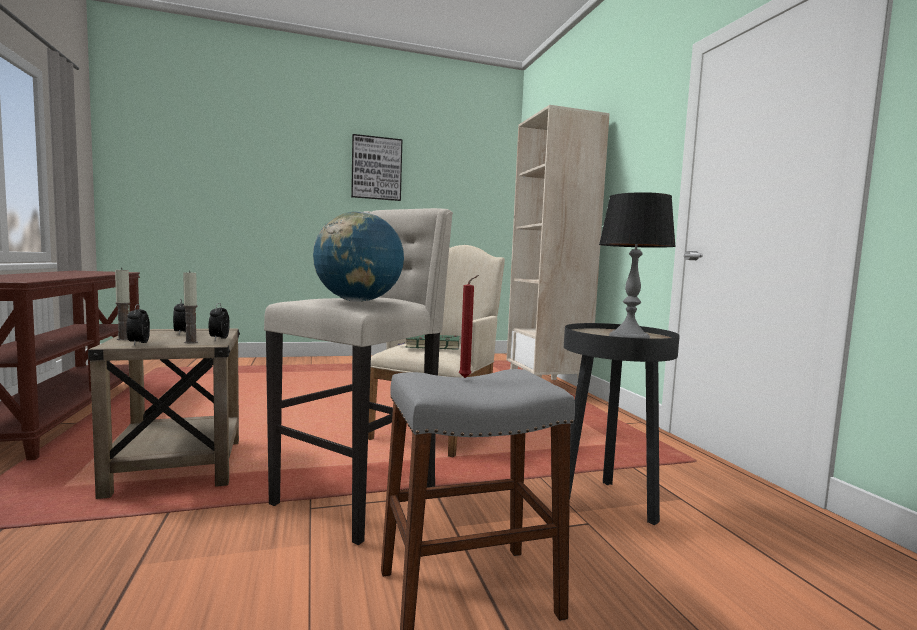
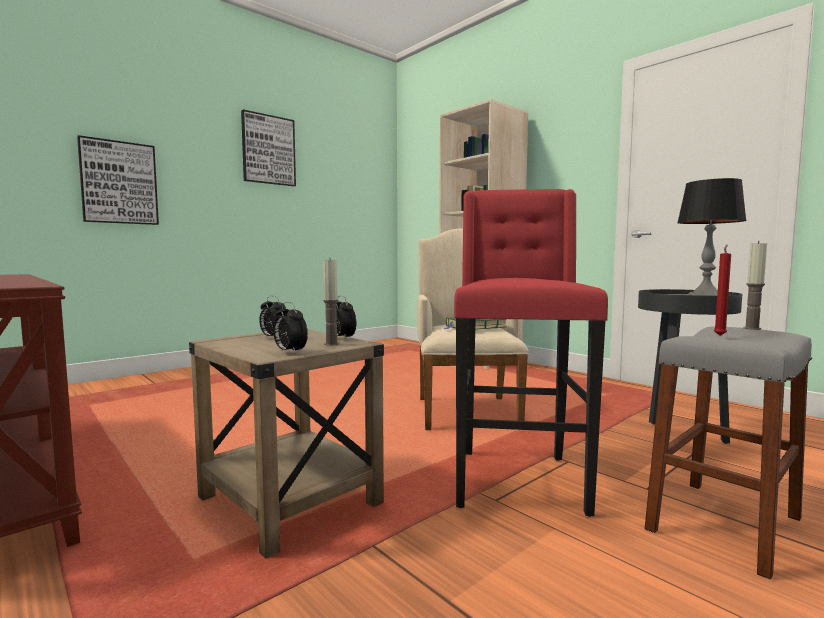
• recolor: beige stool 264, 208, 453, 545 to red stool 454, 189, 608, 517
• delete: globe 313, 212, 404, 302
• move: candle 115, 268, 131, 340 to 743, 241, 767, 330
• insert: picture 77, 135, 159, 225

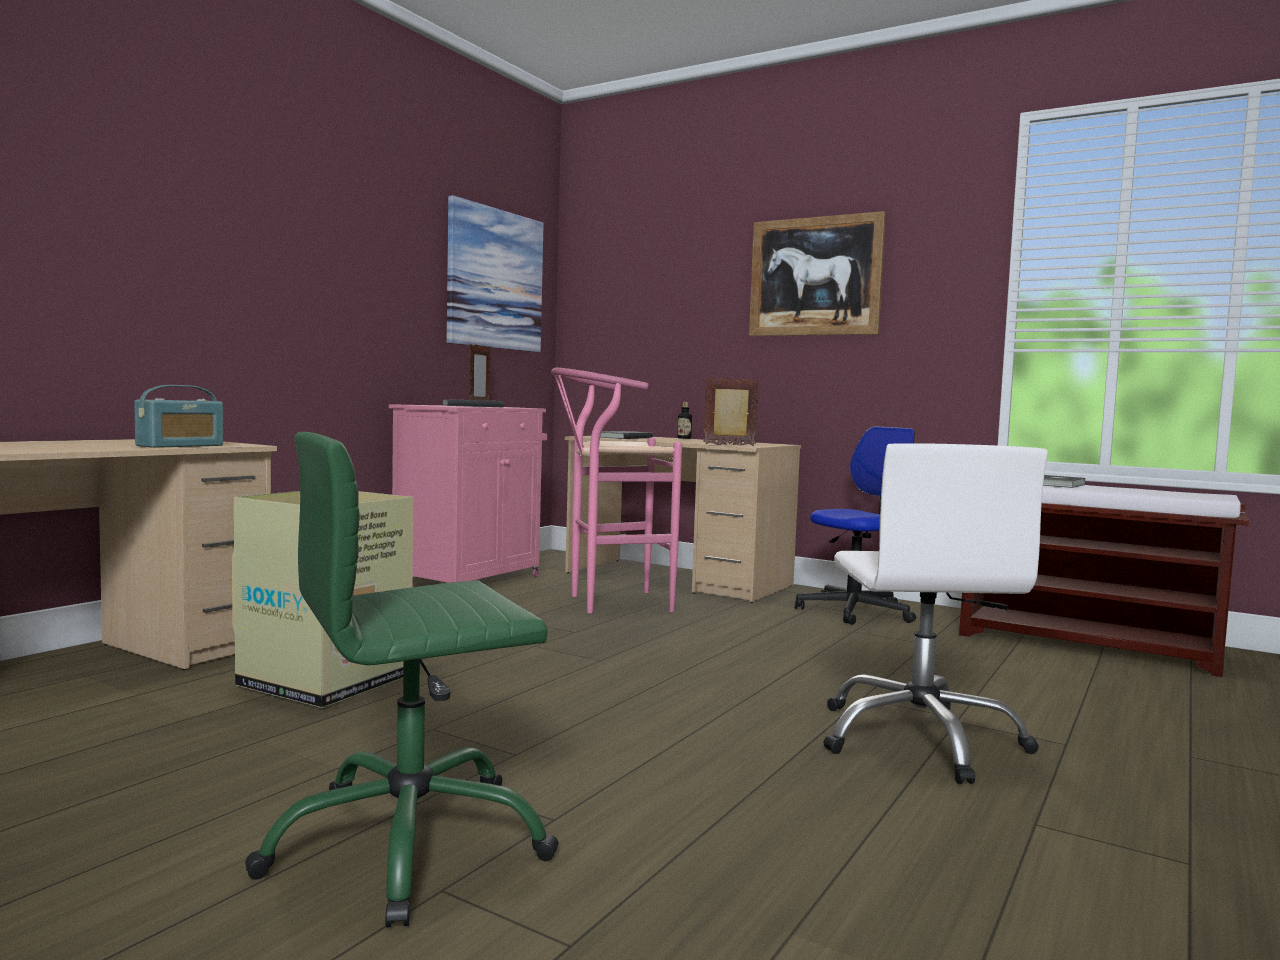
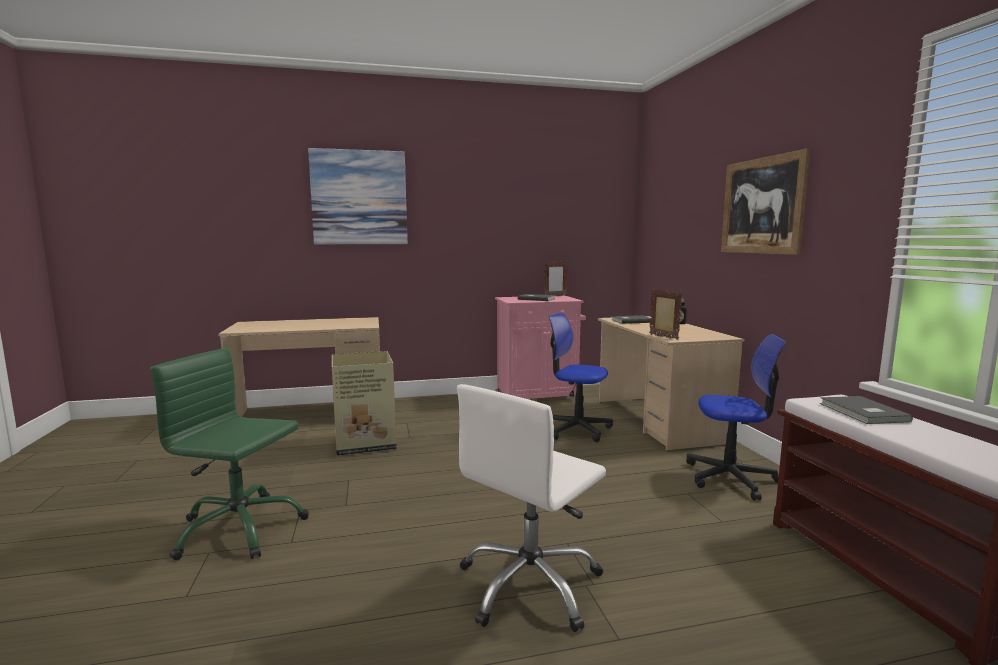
• move: picture 446, 195, 544, 352 to 308, 148, 407, 244
• replace: pink stool 551, 368, 682, 613 to office chair 549, 312, 613, 442
• delete: radio 134, 385, 223, 448

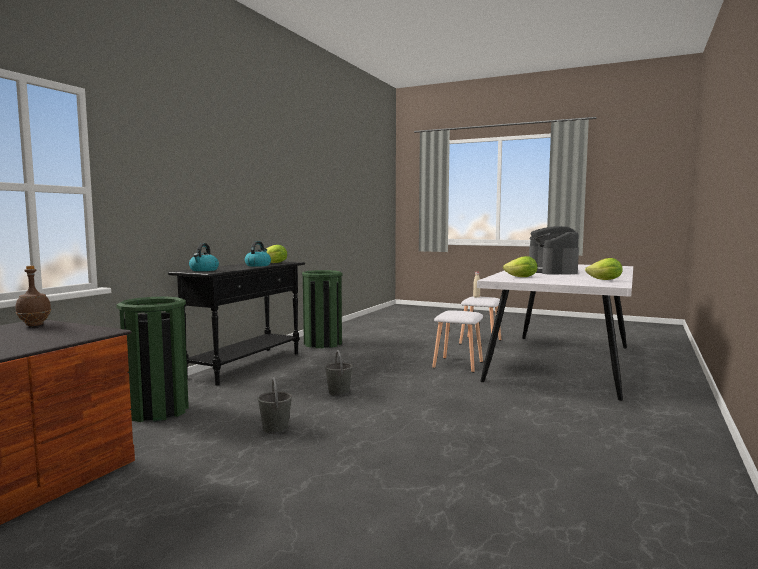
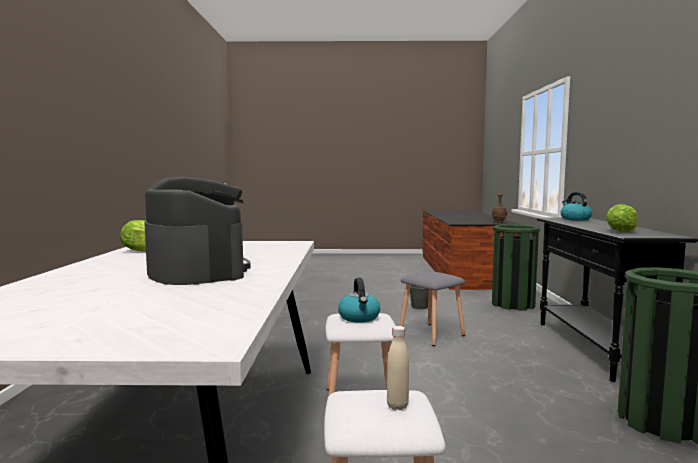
• move: kettle 245, 241, 271, 267 to 338, 278, 380, 323
• delete: lettuce 503, 256, 538, 277
• replace: grey bucket 325, 350, 353, 396 to grey stool 399, 271, 465, 346

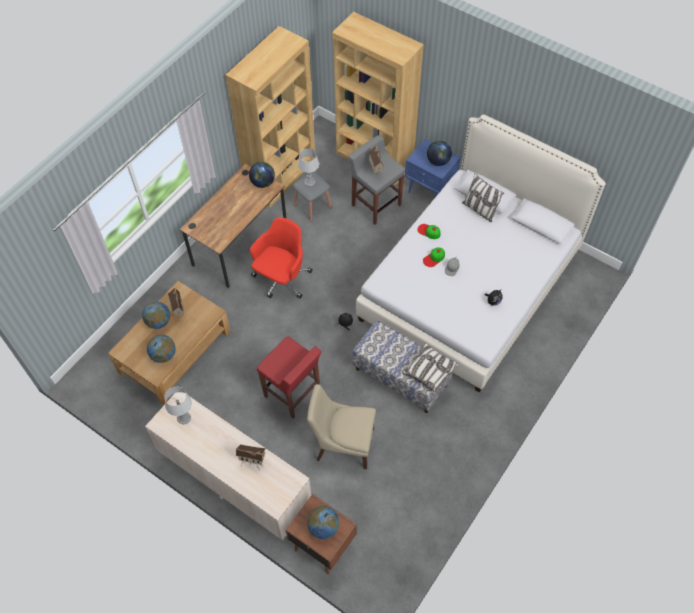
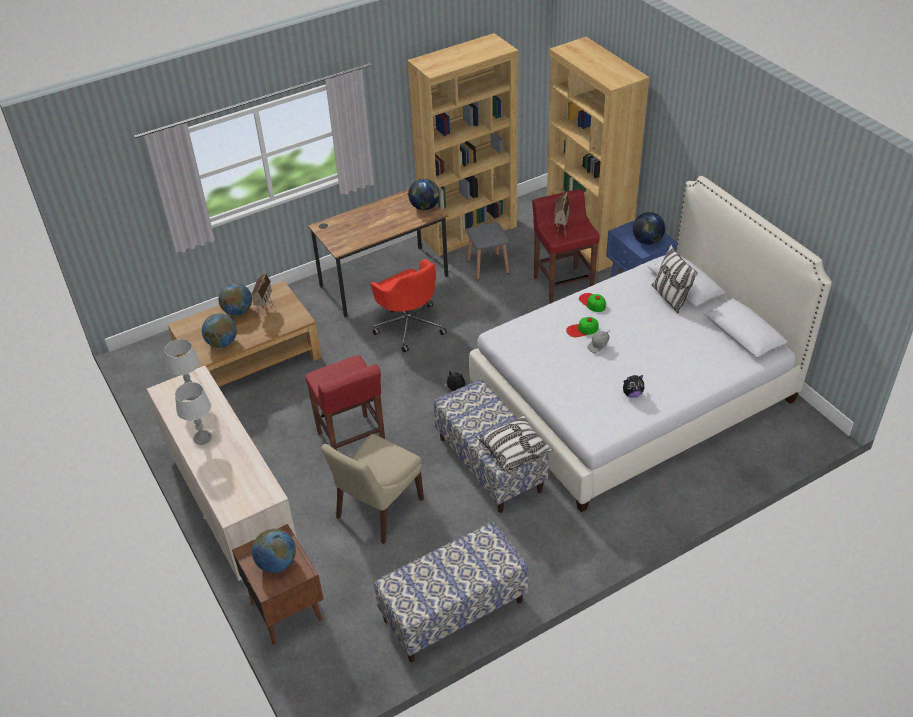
• recolor: grey stool 348, 135, 405, 225 to red stool 532, 189, 599, 303
• move: grey table lamp 298, 148, 319, 187 to 175, 382, 212, 445
• rotate: red office chair 250, 217, 313, 299 = 370, 259, 447, 352 90 degrees clockwise
• rotate: beige chair 307, 384, 376, 469 = 321, 434, 424, 544 90 degrees counterclockwise
• delete: toy house 236, 444, 266, 469
• insert: bench 374, 522, 528, 662

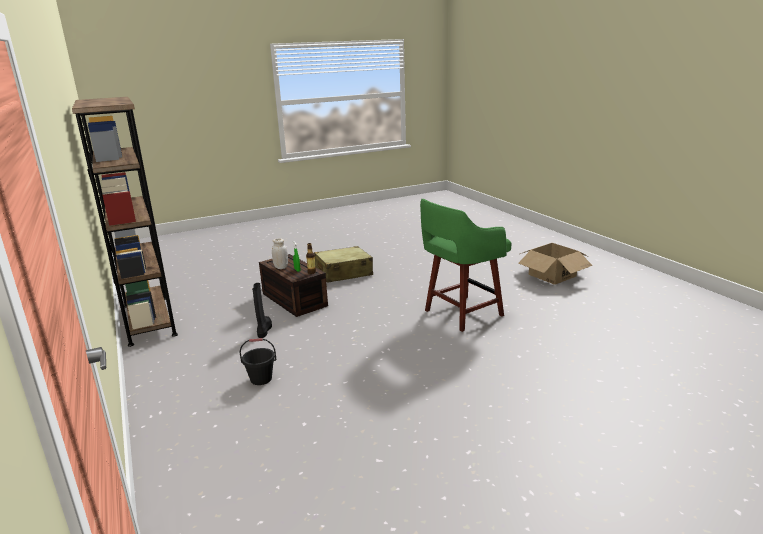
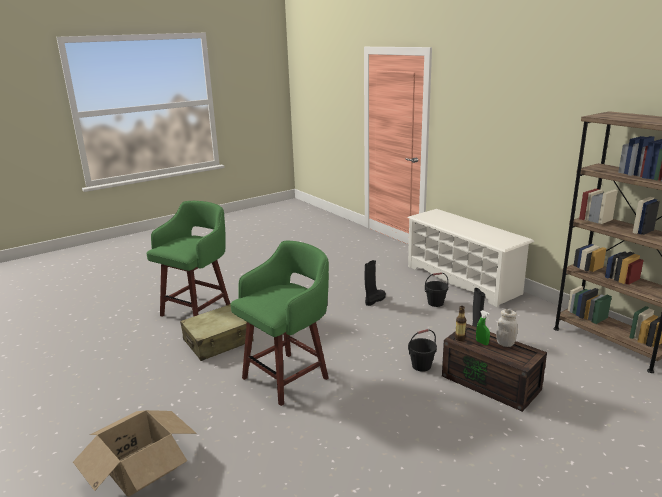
• move: beige suitcase 314, 246, 373, 283 to 180, 304, 254, 361
• insert: green stool 146, 201, 230, 317
• insert: white shoe rack 407, 209, 534, 307
• insert: black boot 365, 260, 386, 306
• insert: black bucket 408, 329, 437, 372

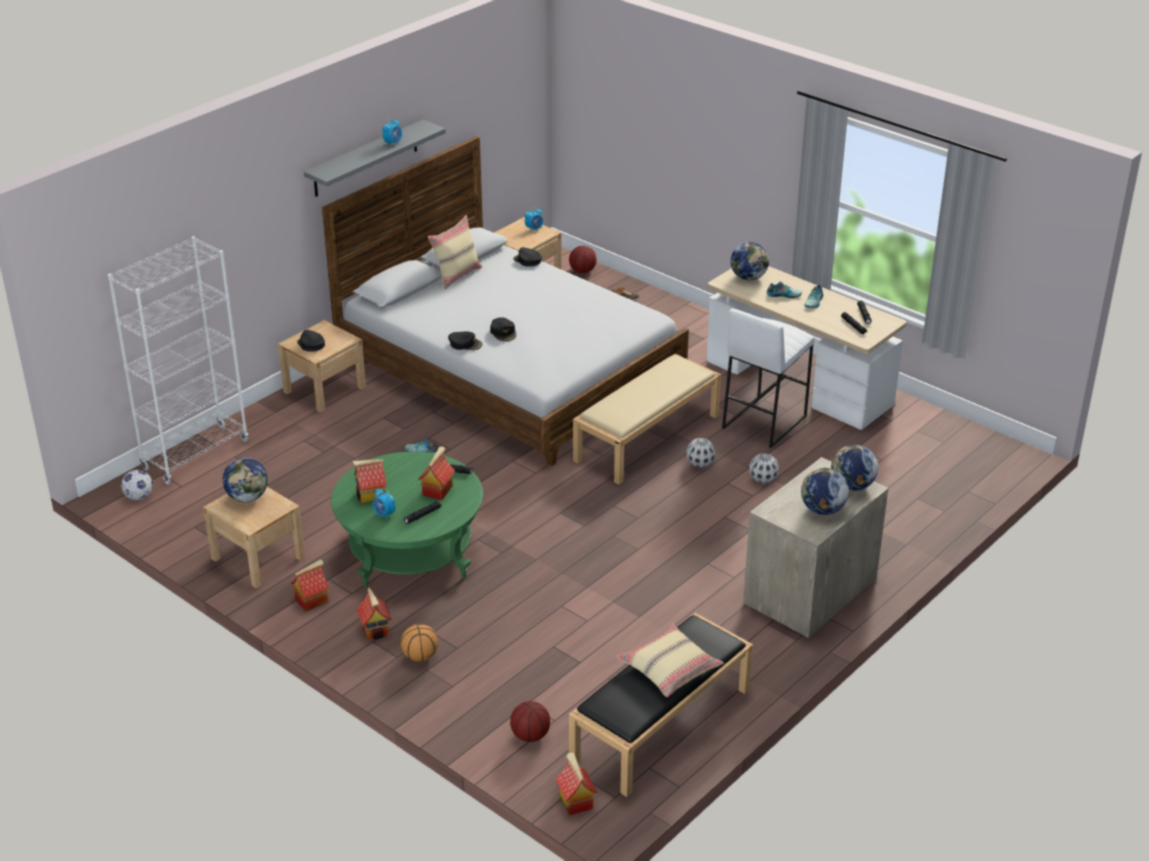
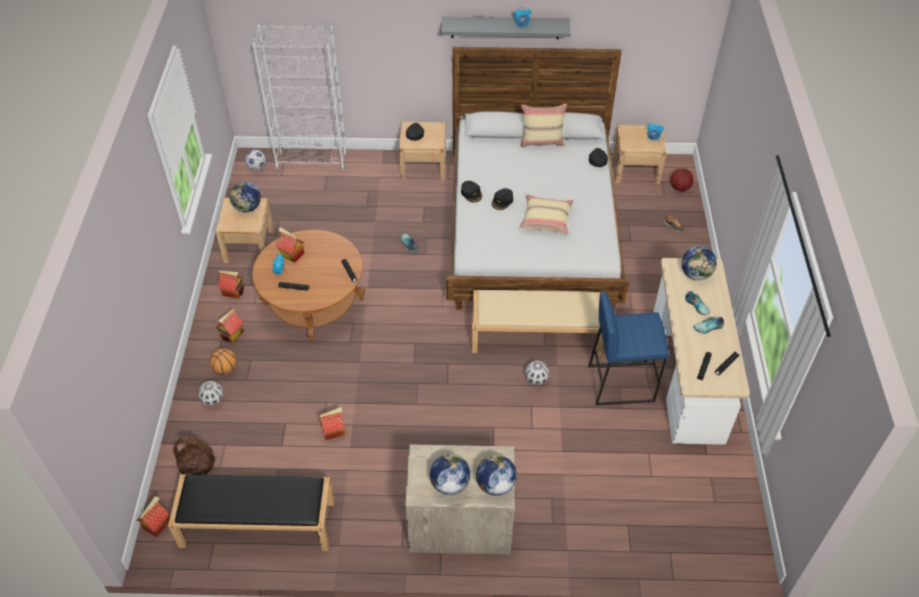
• recolor: white stool 722, 308, 815, 448 to blue stool 588, 292, 669, 405
• move: toy house 418, 446, 455, 500 to 319, 407, 345, 440
• recolor: green coffee table 331, 451, 483, 587 to brown coffee table 252, 230, 365, 342
• move: football 749, 453, 779, 483 to 198, 381, 223, 405
• move: beige pillow 616, 624, 724, 697 to 520, 195, 574, 234
• replace: basketball 510, 701, 550, 742 to basket 173, 436, 215, 475

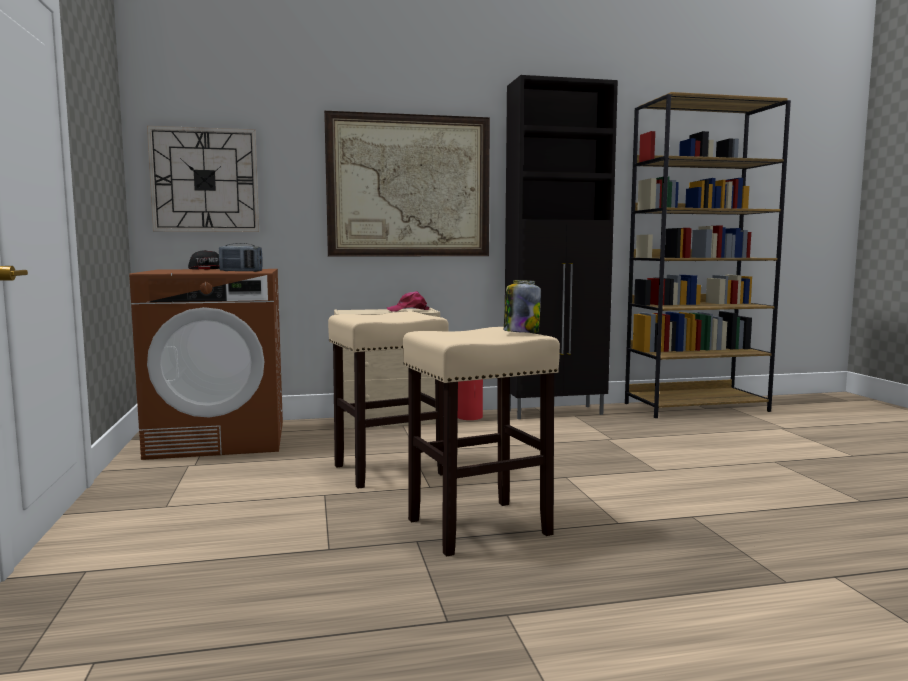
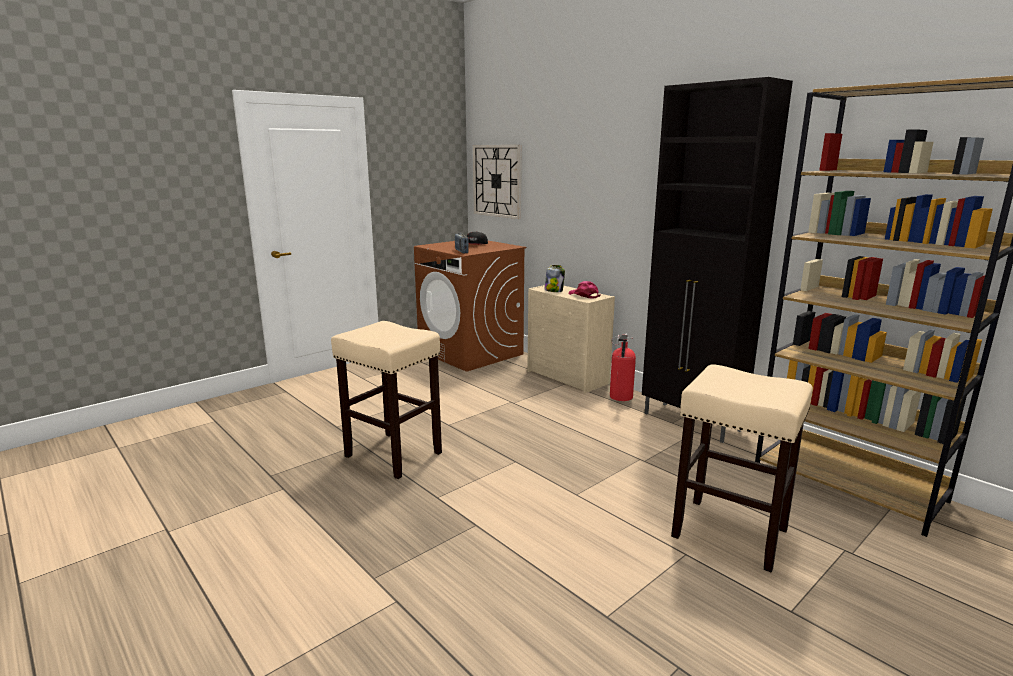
• delete: picture 324, 111, 490, 257
• move: jar 504, 280, 541, 333 to 544, 265, 565, 292
• move: beige stool 328, 311, 449, 489 to 671, 364, 813, 572

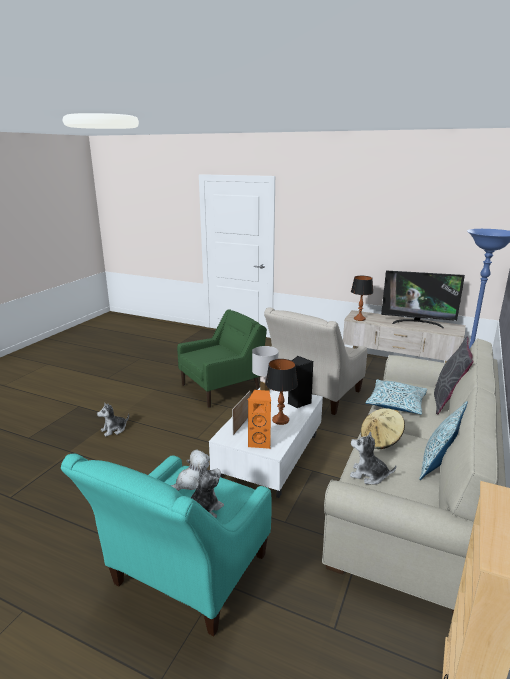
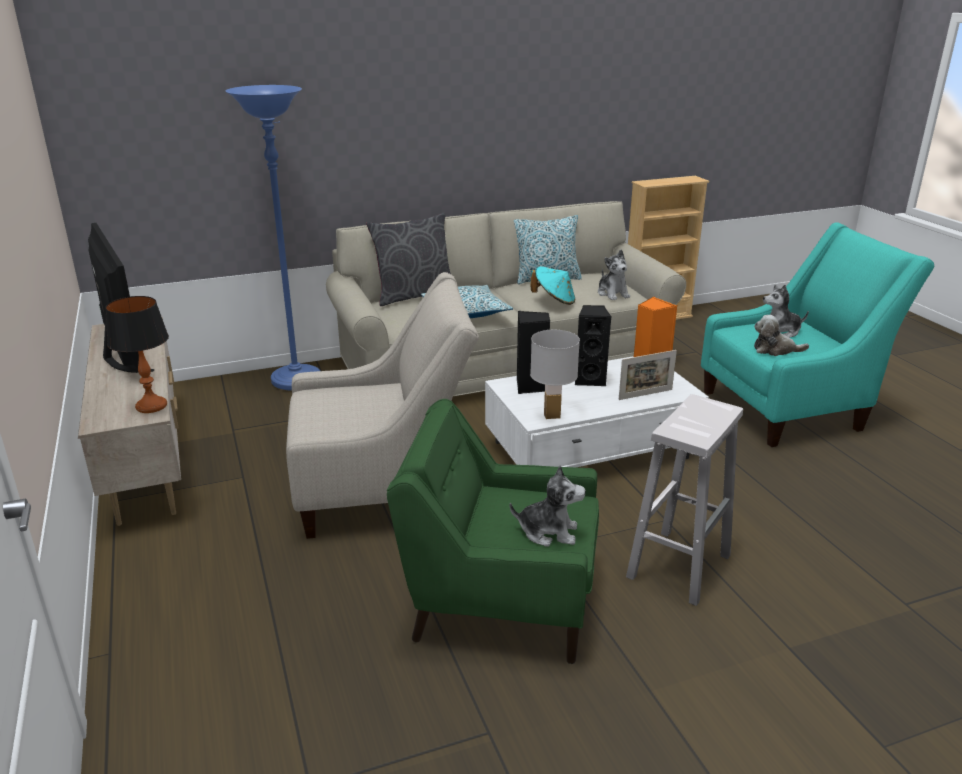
• replace: table lamp 265, 359, 298, 425 to black speaker 575, 305, 611, 387
• move: plush toy 97, 402, 129, 437 to 510, 465, 586, 547
• recolor: beige hat 361, 408, 405, 449 to turquoise hat 531, 266, 575, 305
• insert: white stool 626, 394, 743, 606

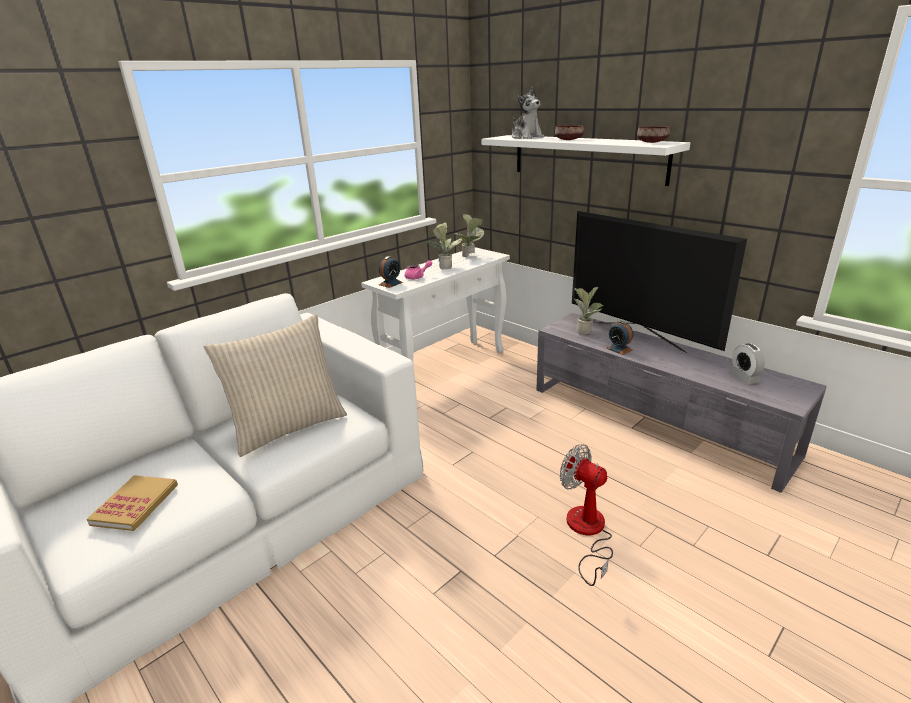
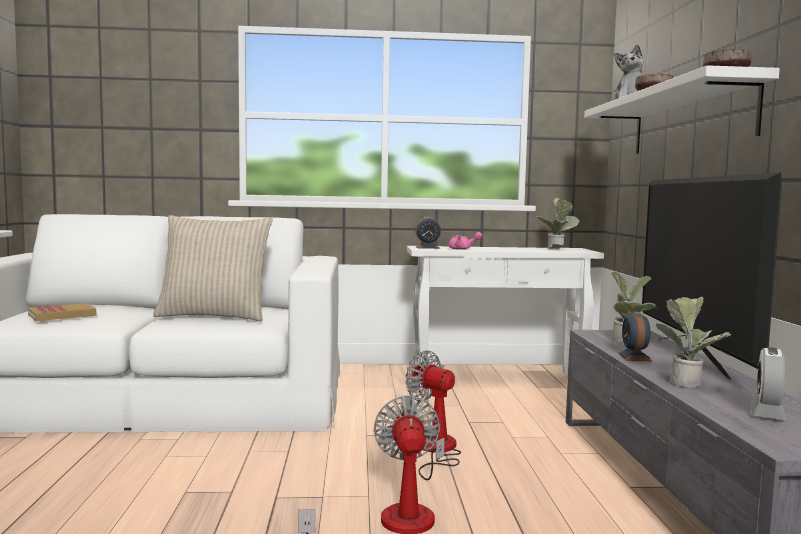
• move: potted plant 427, 223, 463, 269 to 656, 297, 731, 388
• insert: fan 405, 350, 461, 480

